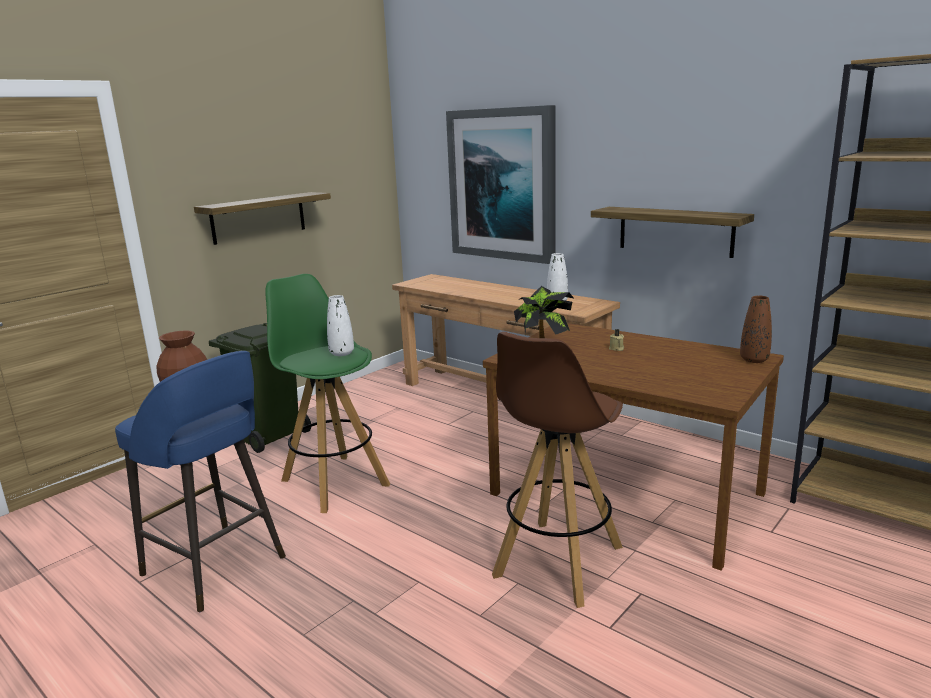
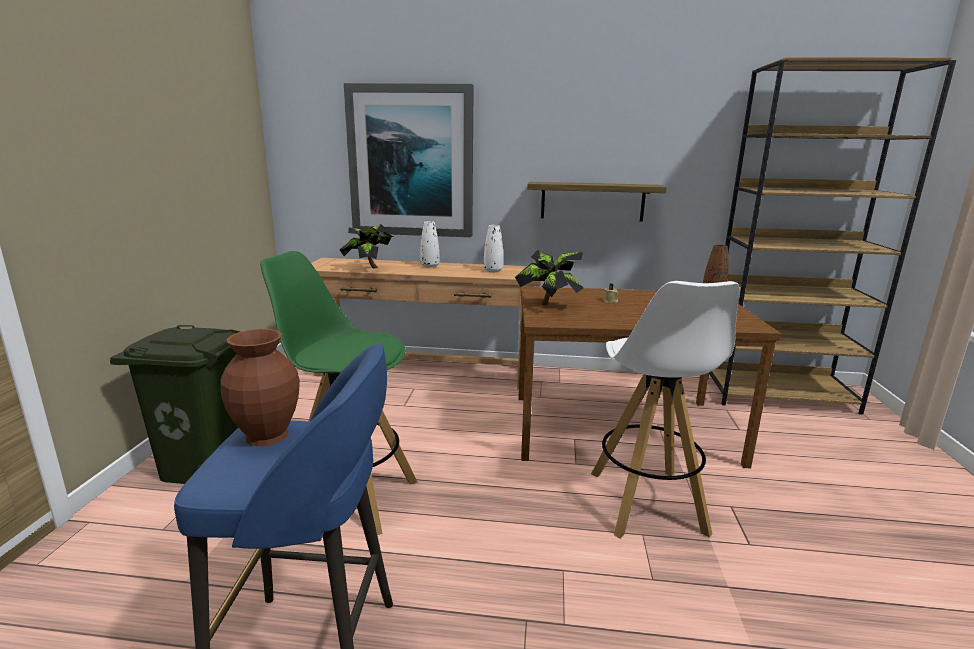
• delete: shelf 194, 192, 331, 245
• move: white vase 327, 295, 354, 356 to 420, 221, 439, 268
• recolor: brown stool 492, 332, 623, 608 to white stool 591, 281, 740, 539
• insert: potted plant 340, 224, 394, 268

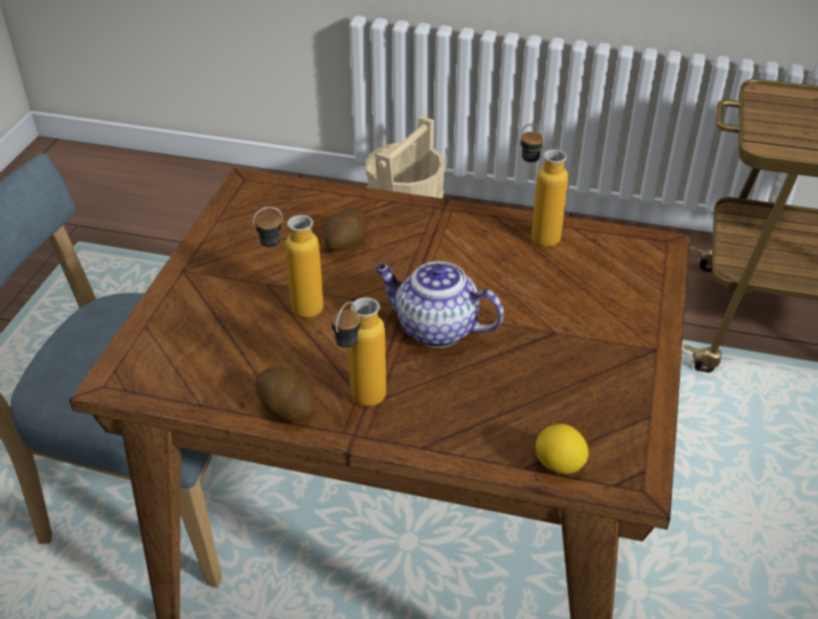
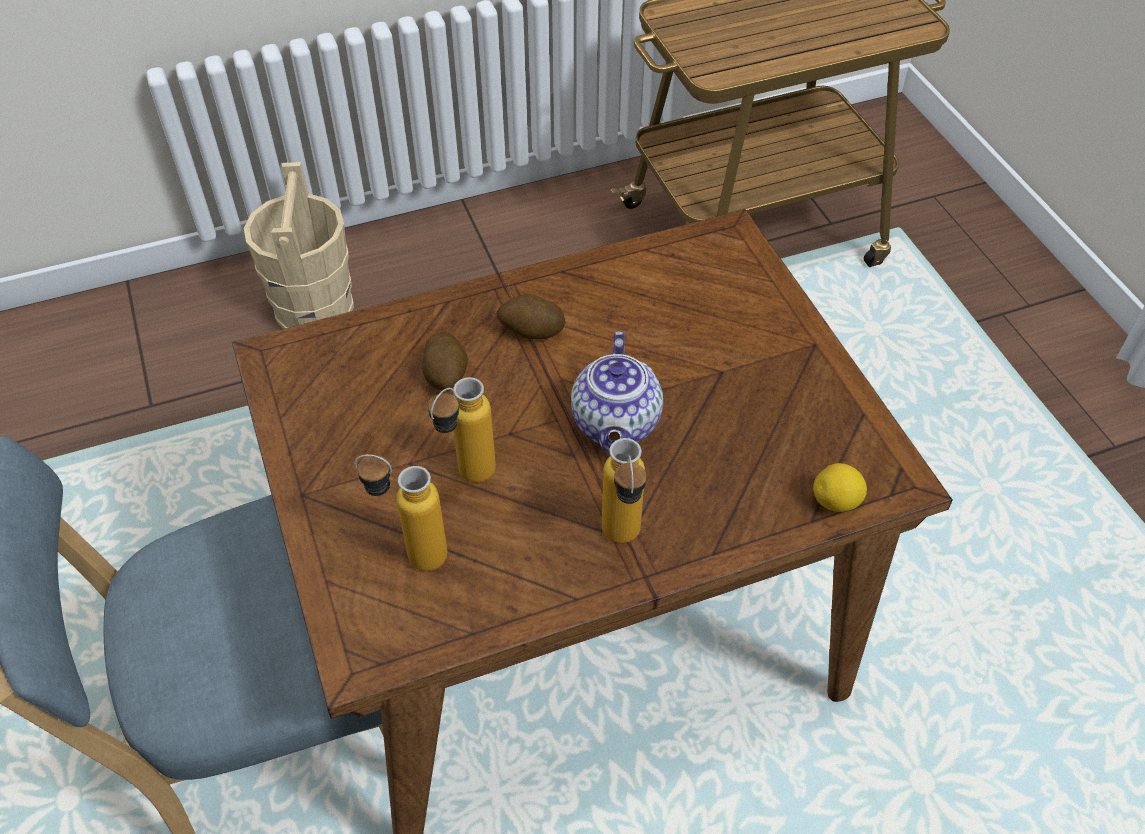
• move: bottle 521, 124, 568, 247 to 354, 454, 447, 571
• rotate: teapot 375, 261, 504, 348 = 571, 331, 663, 455 75 degrees counterclockwise
• move: potato 255, 368, 314, 422 to 497, 294, 565, 339

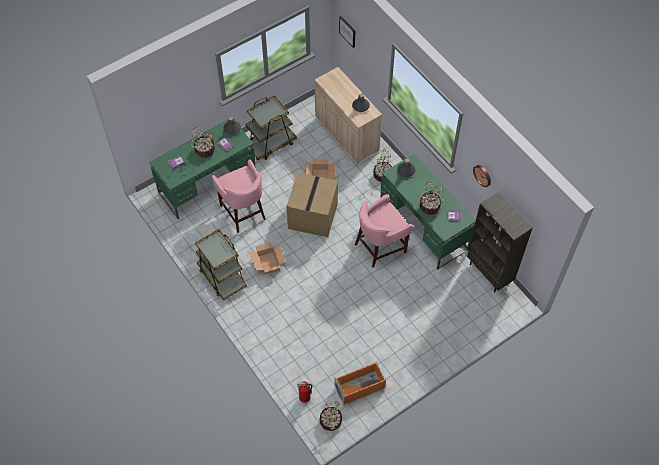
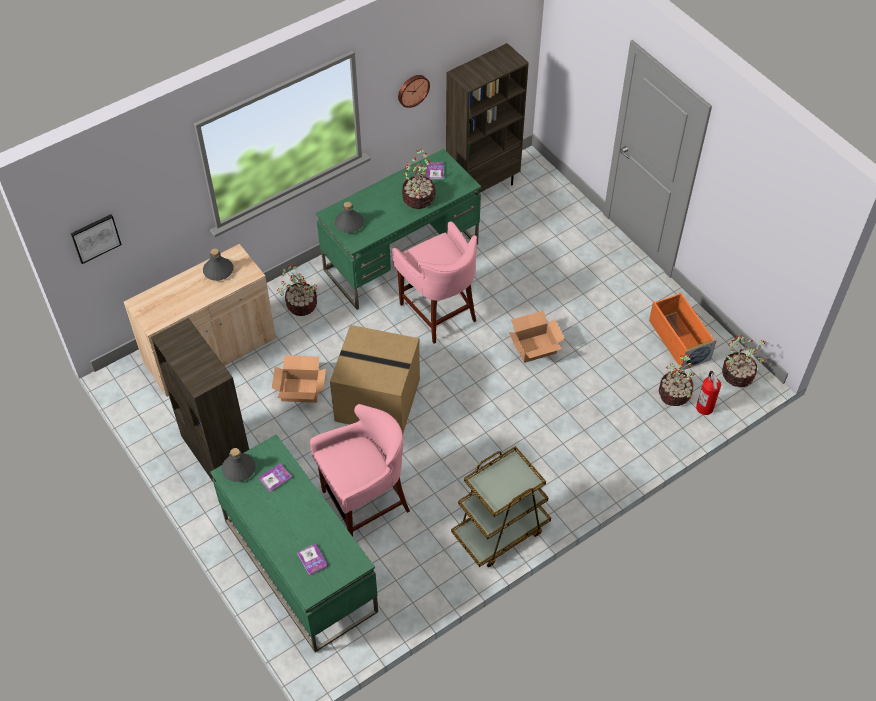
• replace: brown cart 245, 95, 297, 160 to brown bookcase 151, 318, 249, 481
• move: potted plant 190, 127, 215, 158 to 659, 353, 695, 406
• move: cardboard box 249, 242, 286, 275 to 509, 311, 565, 363

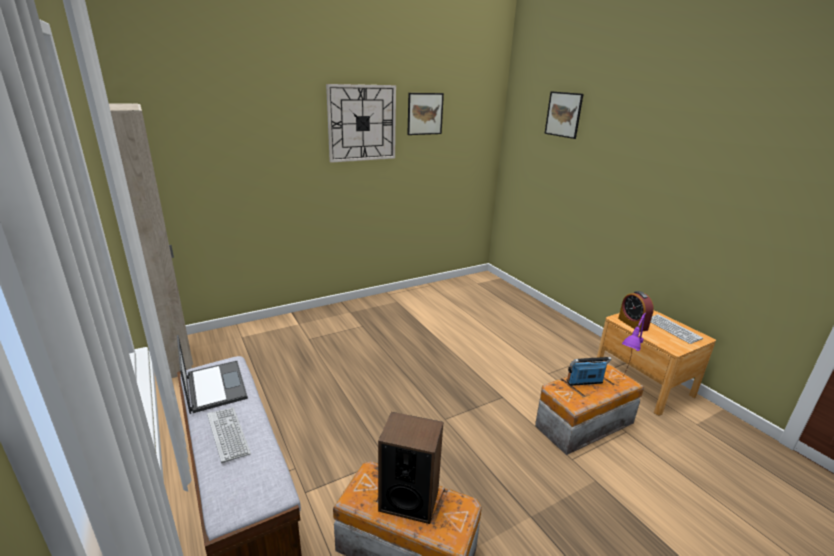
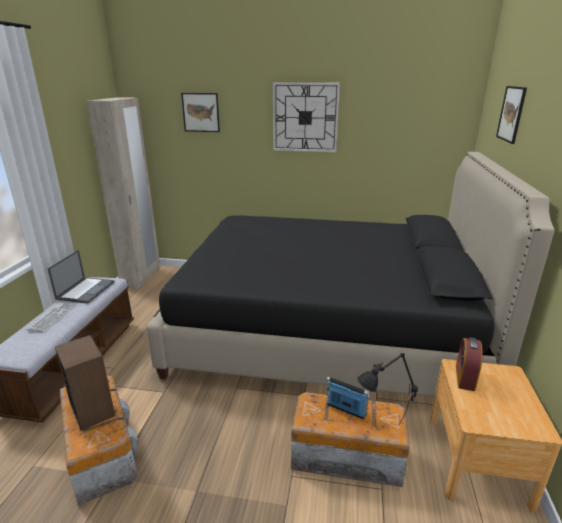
• move: picture 407, 93, 444, 135 to 181, 93, 220, 132
• recolor: purple table lamp 622, 313, 646, 376 to black table lamp 357, 353, 418, 425
• delete: keyboard 651, 314, 703, 344
• insert: black bed 146, 152, 555, 397

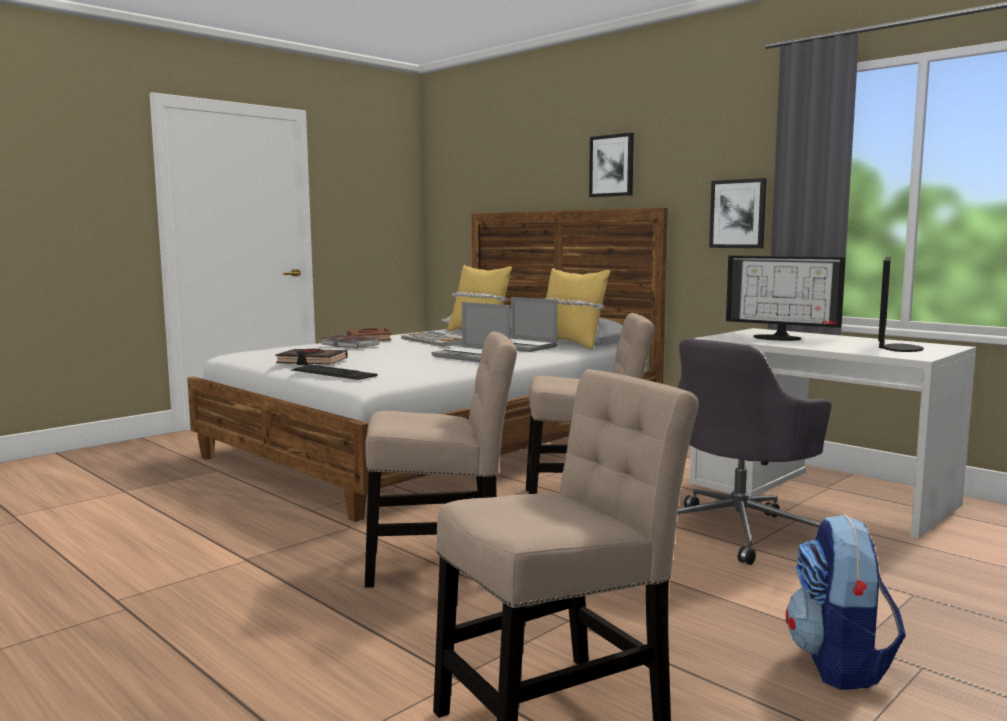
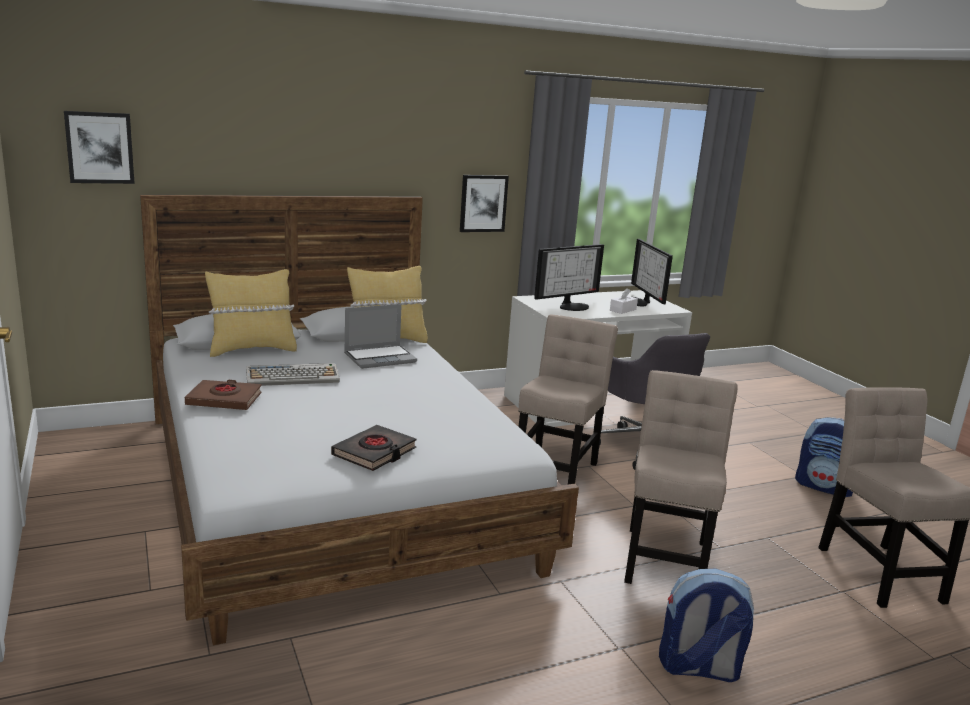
• move: picture 589, 133, 634, 197 to 64, 111, 135, 184
• rotate: monitor 878, 257, 924, 352 = 631, 239, 673, 307 150 degrees counterclockwise
• delete: laptop 431, 302, 510, 362
• delete: book 322, 335, 380, 348
• delete: keyboard 291, 364, 377, 380
• insert: white tissue box 610, 288, 638, 314
• insert: backpack 659, 569, 754, 682

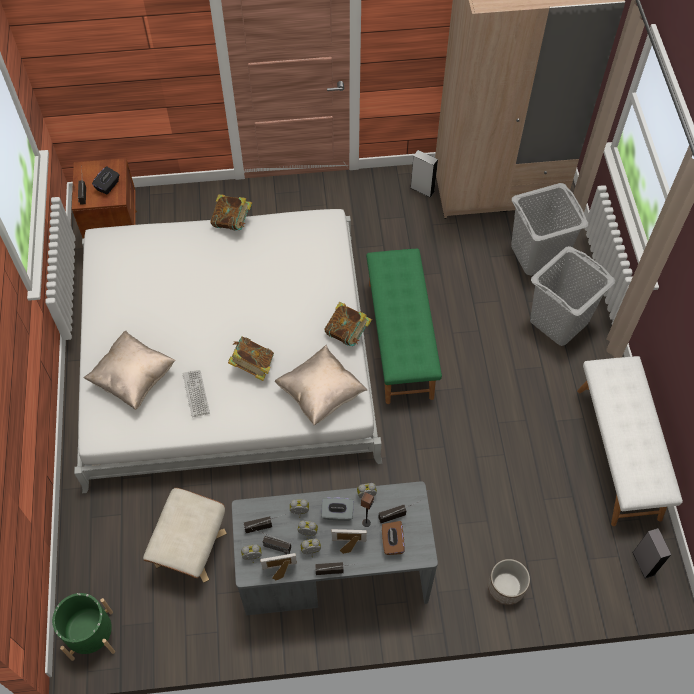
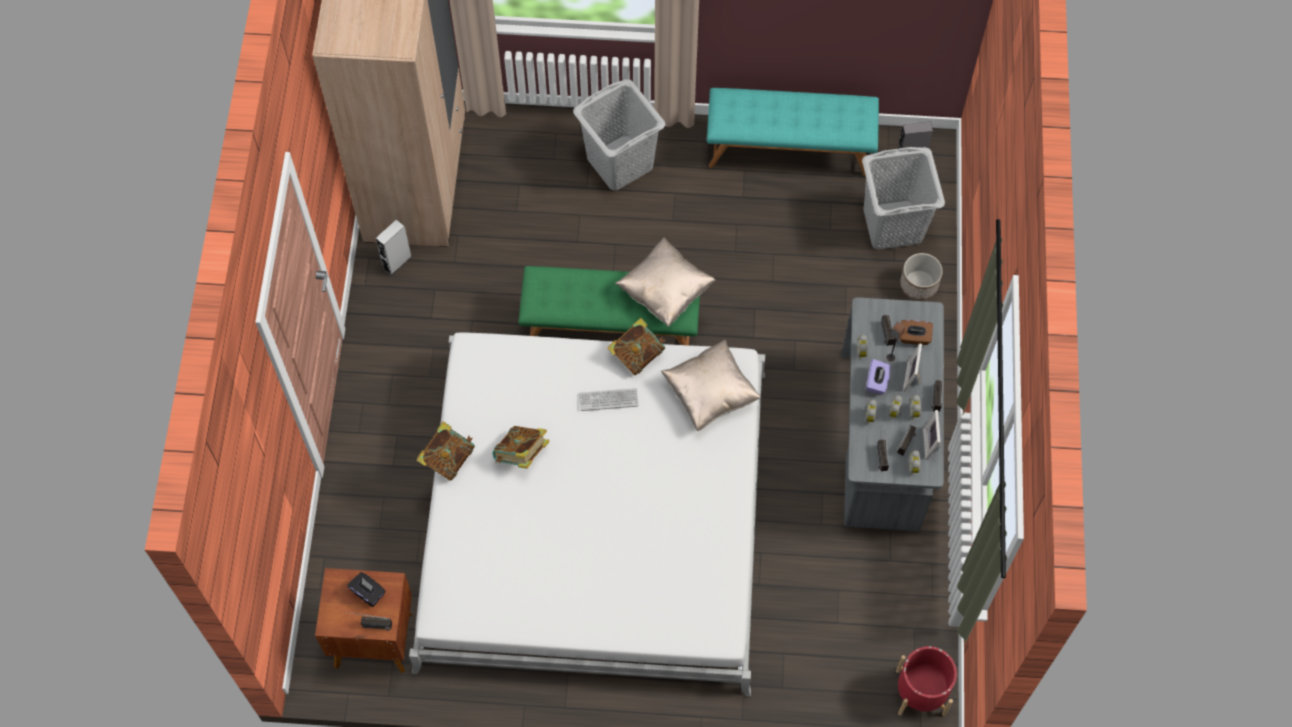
• move: grey laundry basket 511, 183, 588, 276 to 862, 147, 945, 250
• move: beige pillow 84, 331, 176, 410 to 615, 237, 716, 327
• move: book 228, 336, 274, 381 to 492, 426, 550, 469
• recolor: white bench 577, 356, 683, 526 to turquoise bench 707, 88, 879, 177
• move: keyboard 182, 370, 210, 417 to 579, 388, 639, 411
• delete: beige ottoman 143, 488, 227, 583
• recolor: grey tissue box 321, 497, 354, 521 to purple tissue box 866, 359, 891, 395
• recolor: green planter 52, 593, 115, 661 to red planter 896, 646, 957, 716

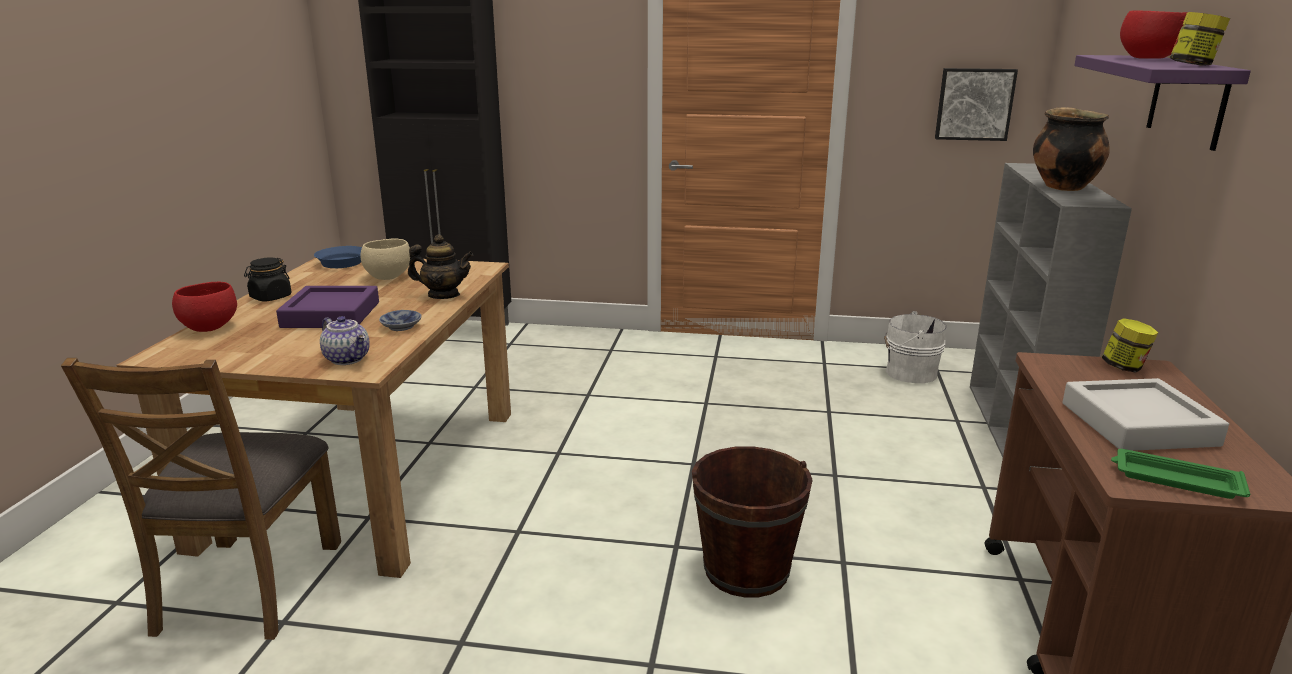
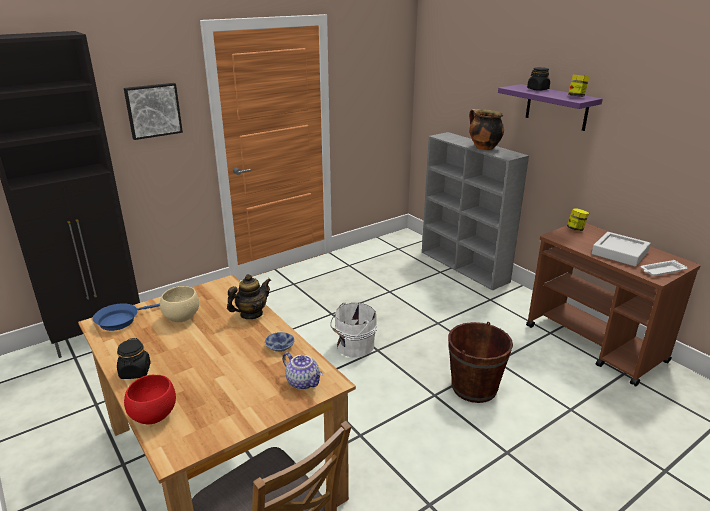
• replace: red bowl 1120, 11, 1188, 59 to black jar 527, 67, 550, 91
• move: picture 935, 68, 1018, 141 to 124, 83, 183, 140
• delete: purple tray 276, 286, 379, 328
• move: white bucket 884, 311, 946, 383 to 330, 303, 377, 358
• rotate: teapot 320, 316, 370, 365 = 282, 352, 323, 390 45 degrees clockwise
• recolor: green tray 1111, 449, 1250, 499 to white tray 640, 260, 688, 276

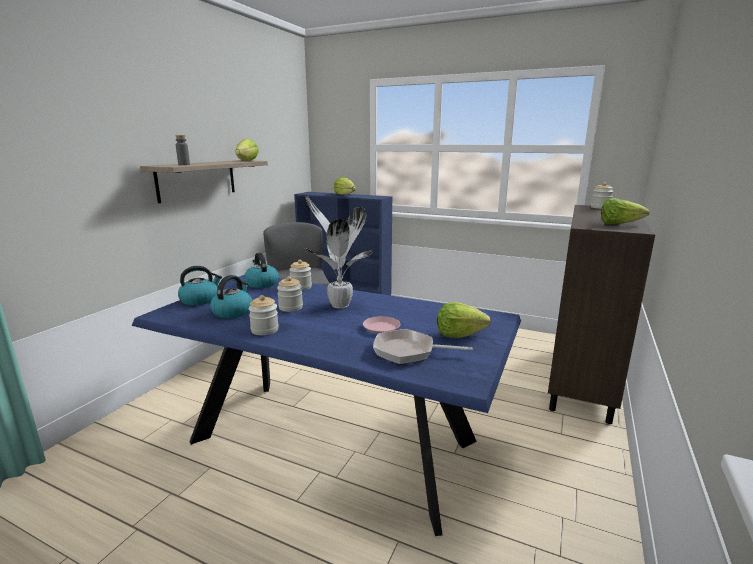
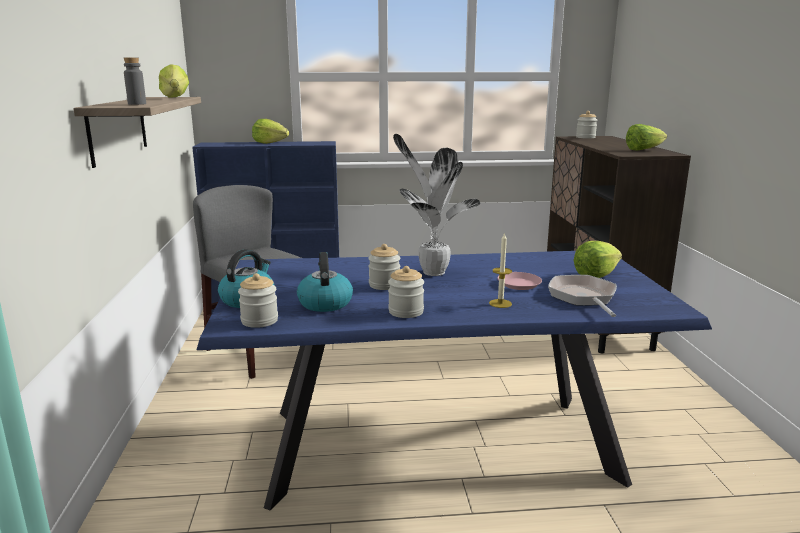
• delete: kettle 244, 253, 279, 288
• move: jar 289, 260, 312, 290 to 238, 273, 278, 328
• rotate: frying pan 373, 329, 472, 364 = 548, 275, 617, 317 105 degrees clockwise
• insert: candle 489, 232, 512, 308

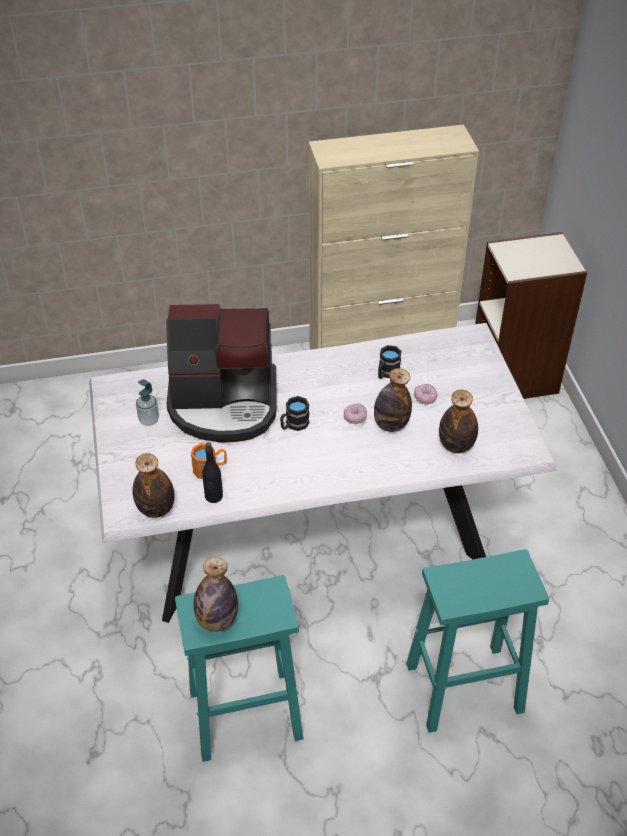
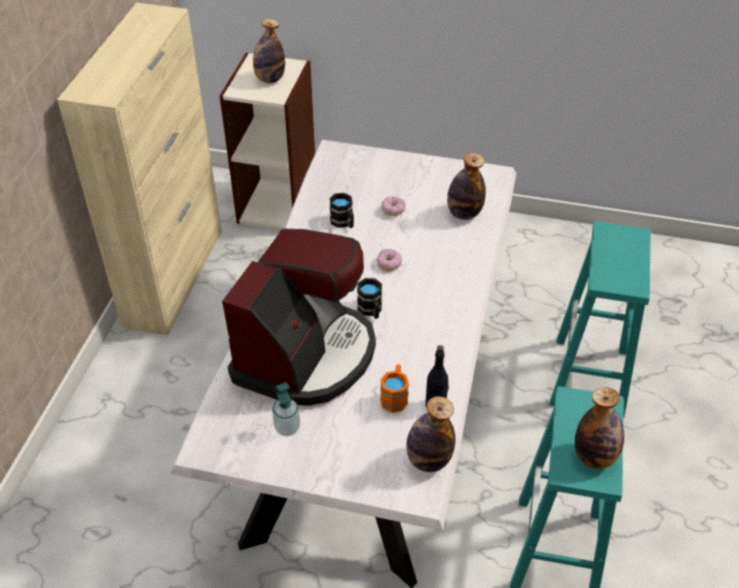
• move: bottle 374, 368, 412, 432 to 253, 19, 285, 83

